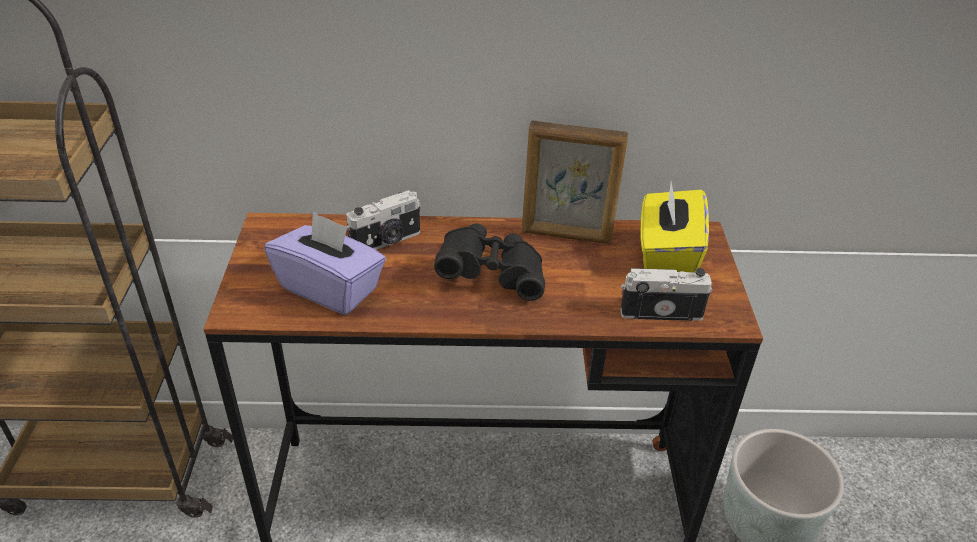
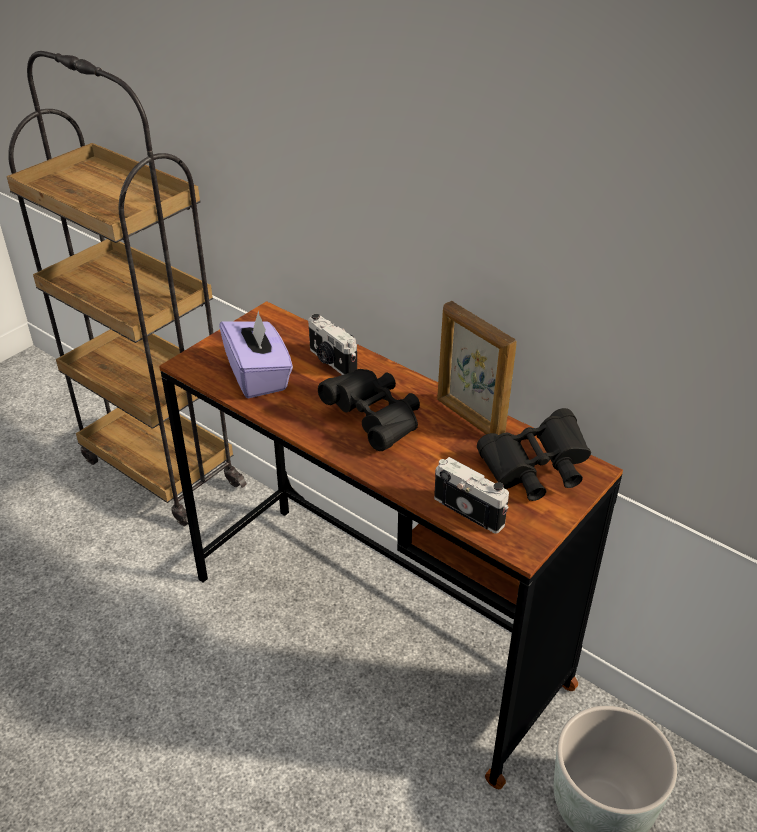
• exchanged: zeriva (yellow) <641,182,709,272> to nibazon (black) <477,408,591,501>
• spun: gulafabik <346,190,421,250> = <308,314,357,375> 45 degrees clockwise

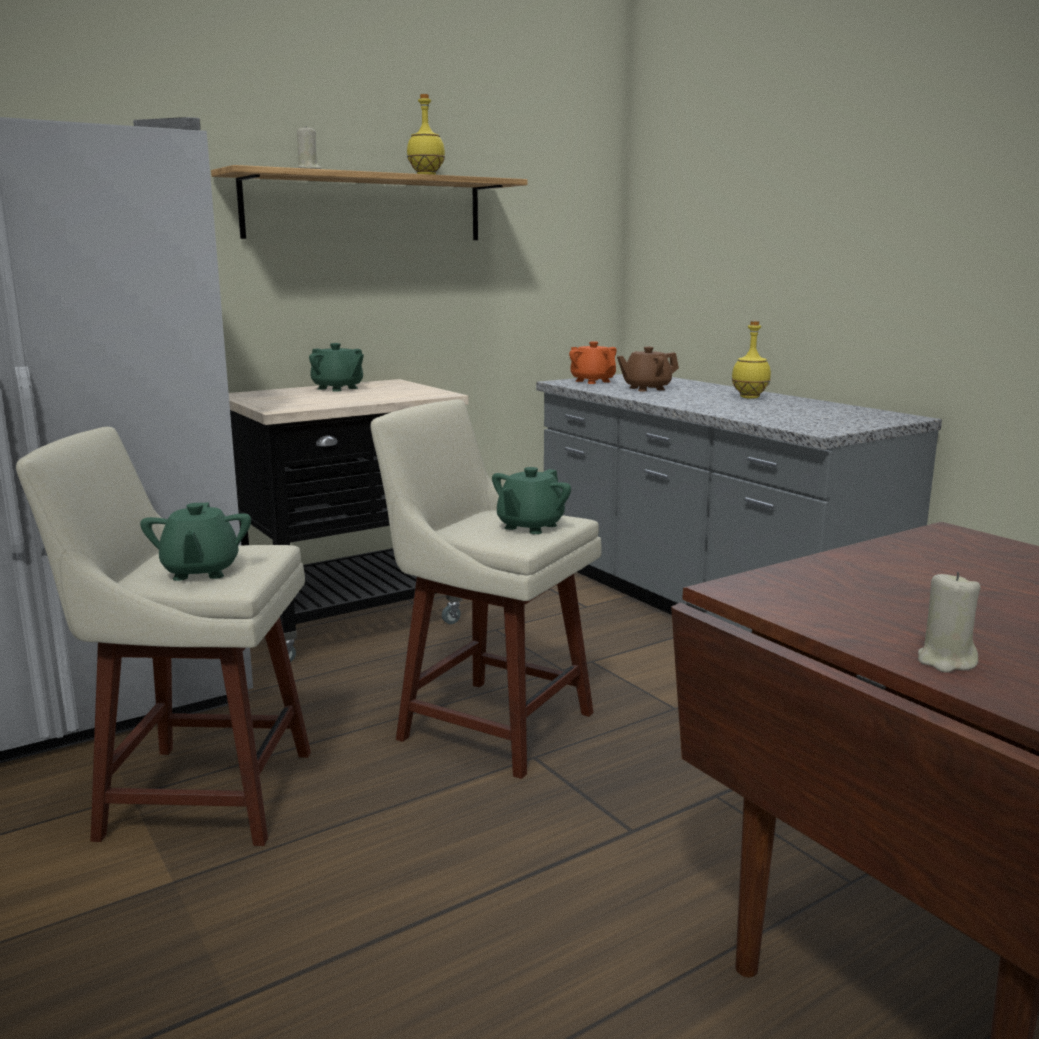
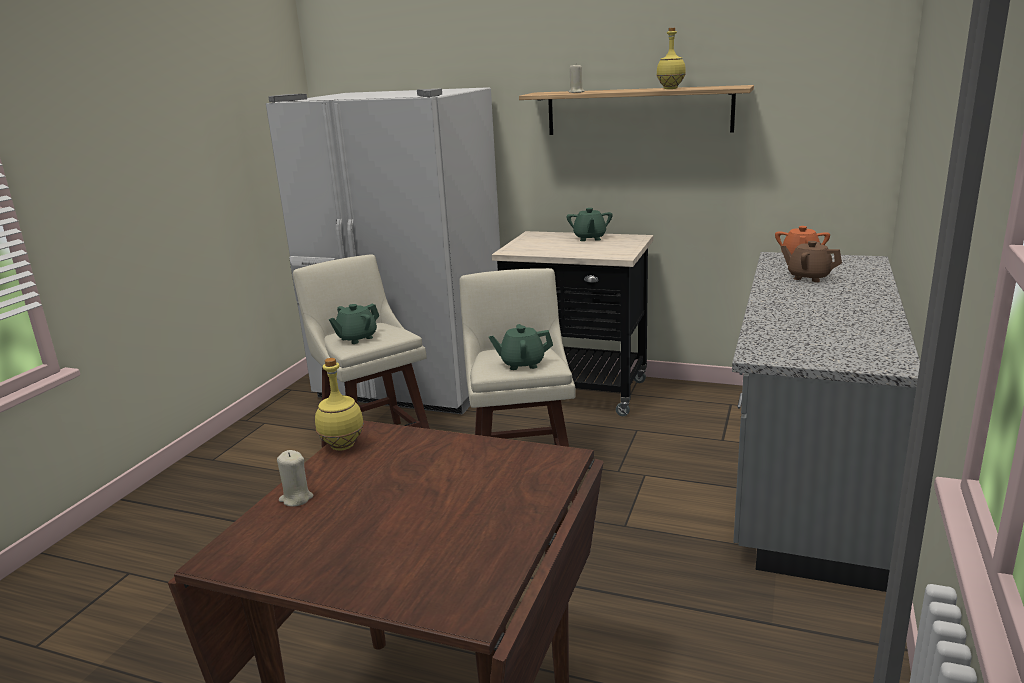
• relocated: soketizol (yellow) <731,321,771,399> to <315,358,364,450>

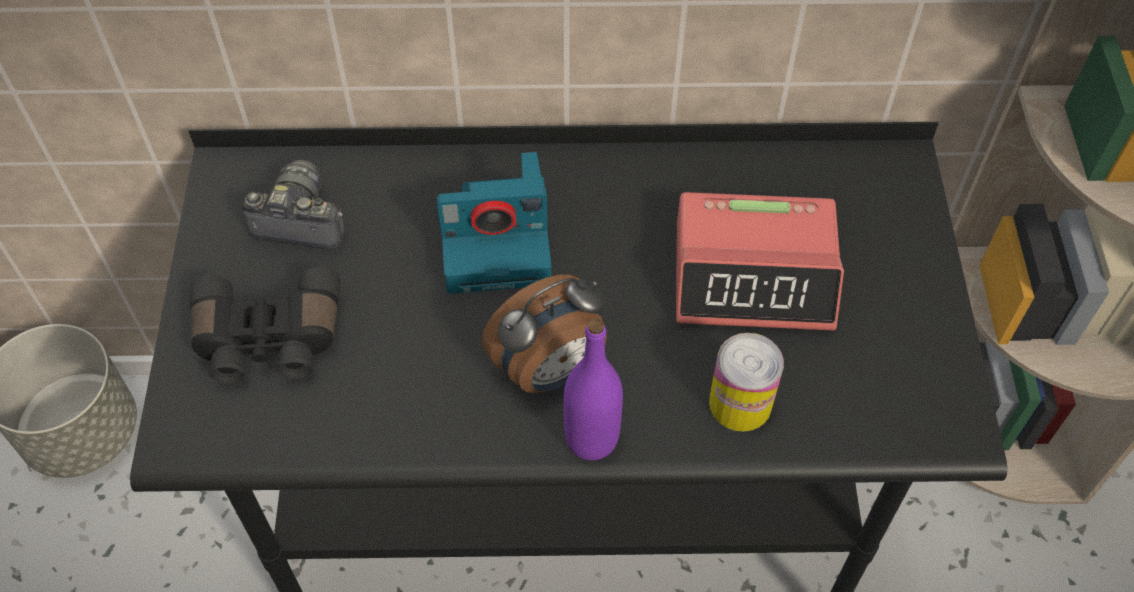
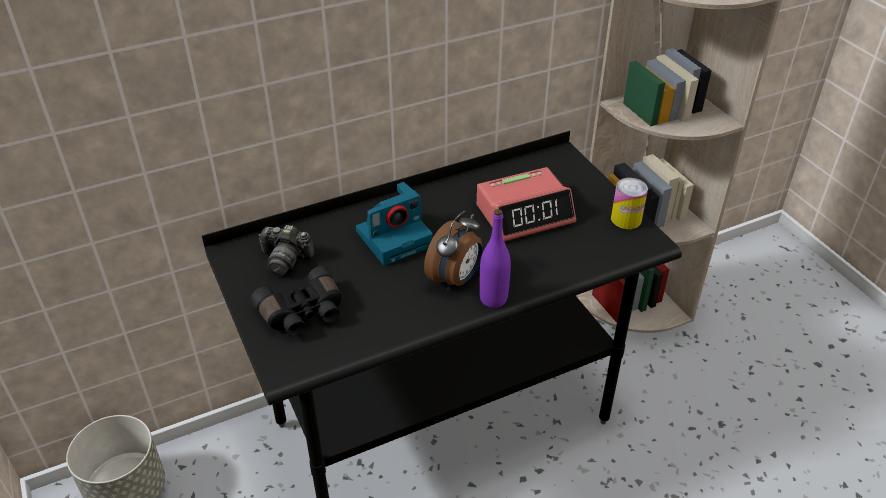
• spun: gulafabik <242,160,344,249> = <259,225,314,276> 150 degrees counterclockwise
• relocated: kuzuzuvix <709,333,784,432> to <611,178,648,229>

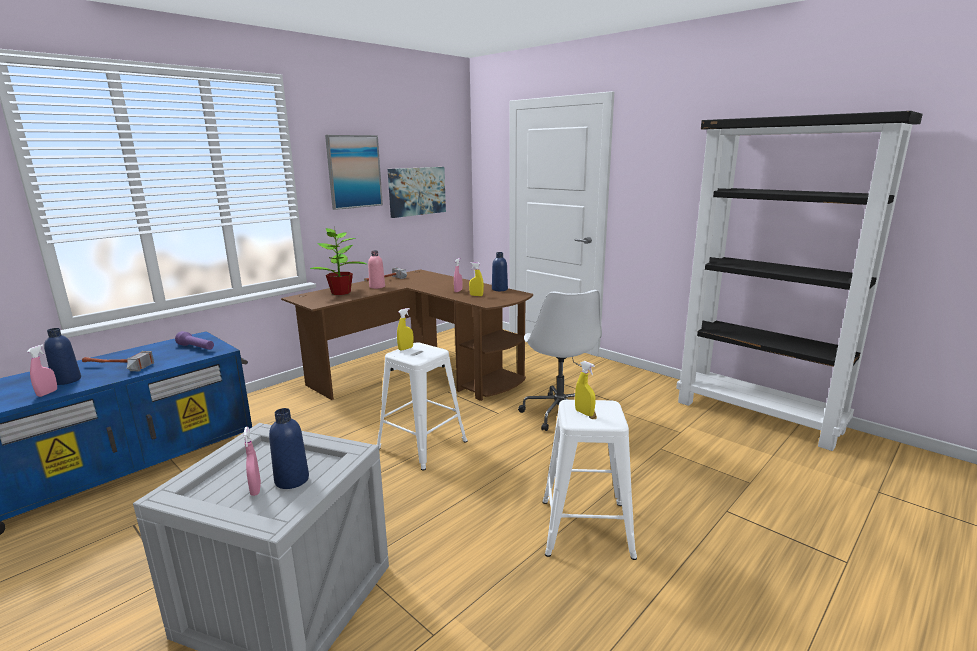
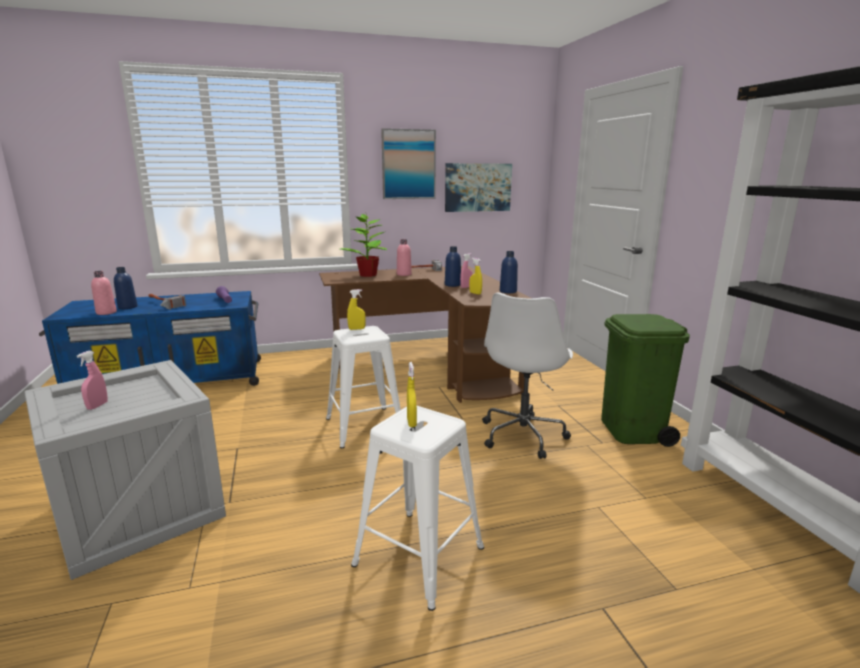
• exchanged: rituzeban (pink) <27,344,57,397> to soketizol (pink) <91,271,117,315>
• relocated: soketizol (blue) <269,408,309,489> to <445,246,461,287>
• appeared: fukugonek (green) <601,314,690,447>

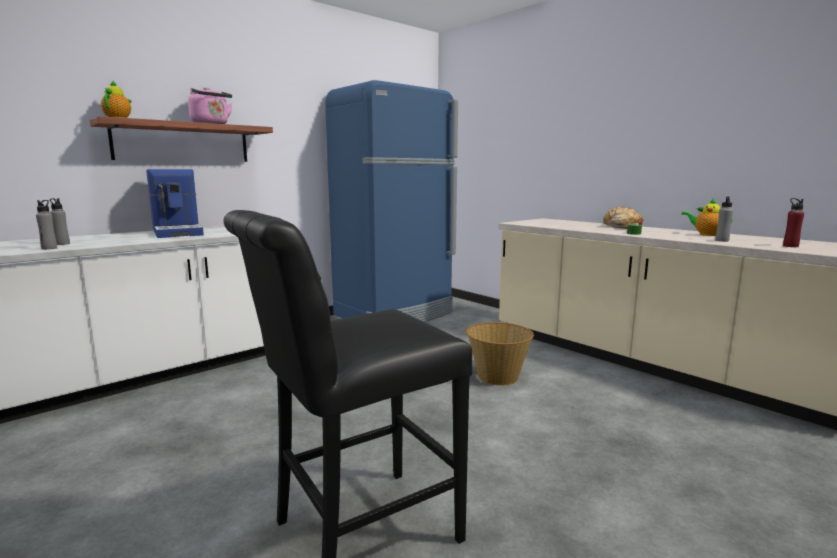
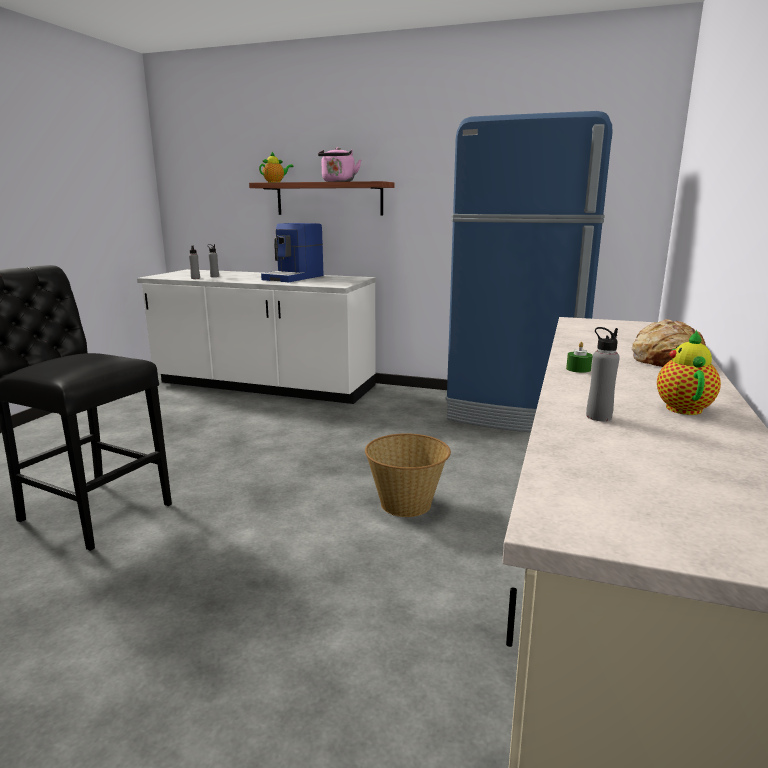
• missing: soketizol (red) <783,198,804,247>

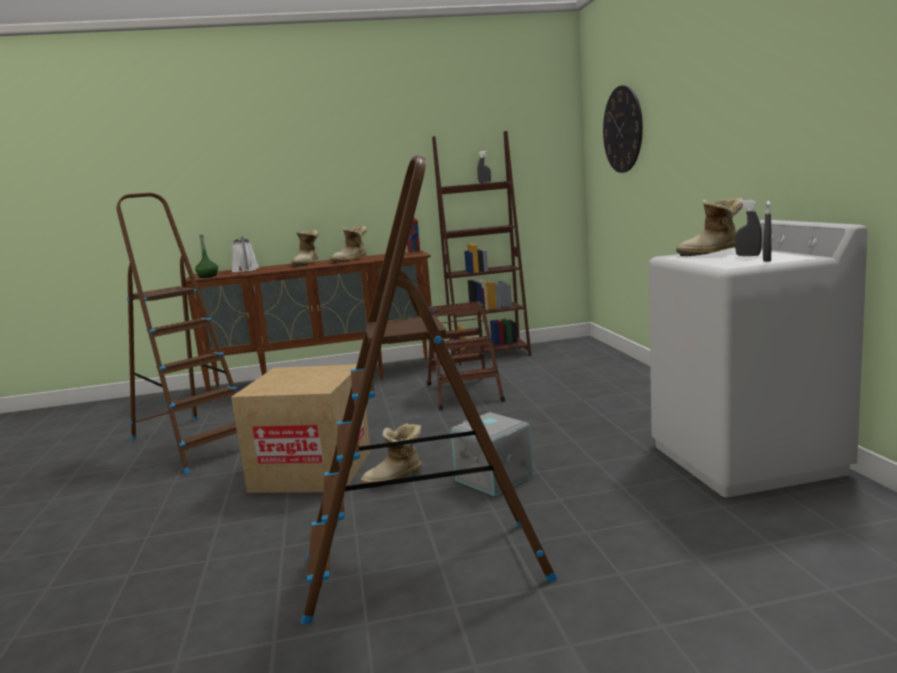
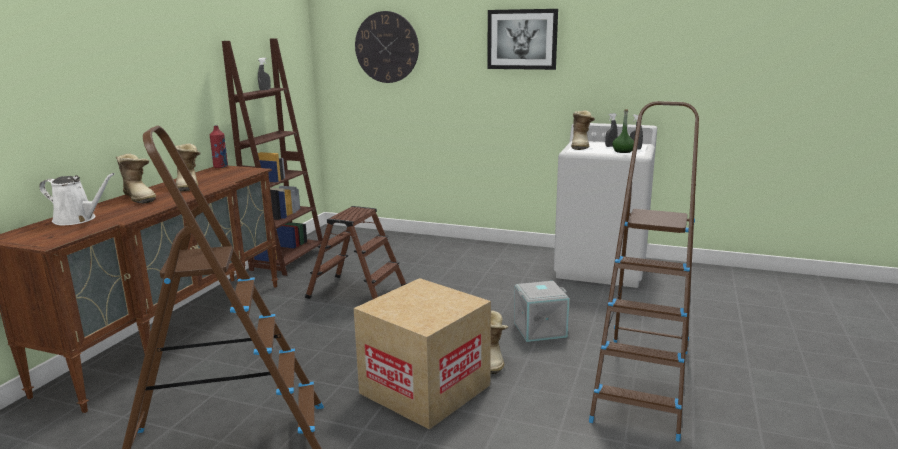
• relocated: soketizol (green) <195,235,218,278> to <612,109,634,153>
• appeared: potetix <487,9,558,70>

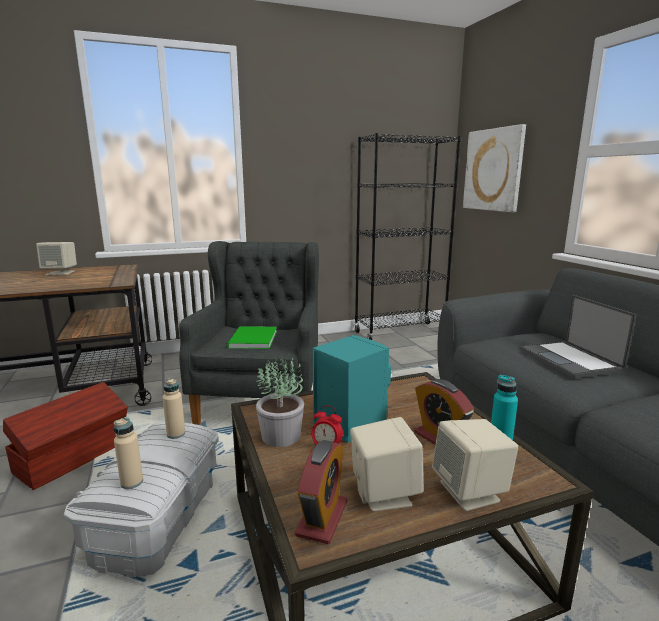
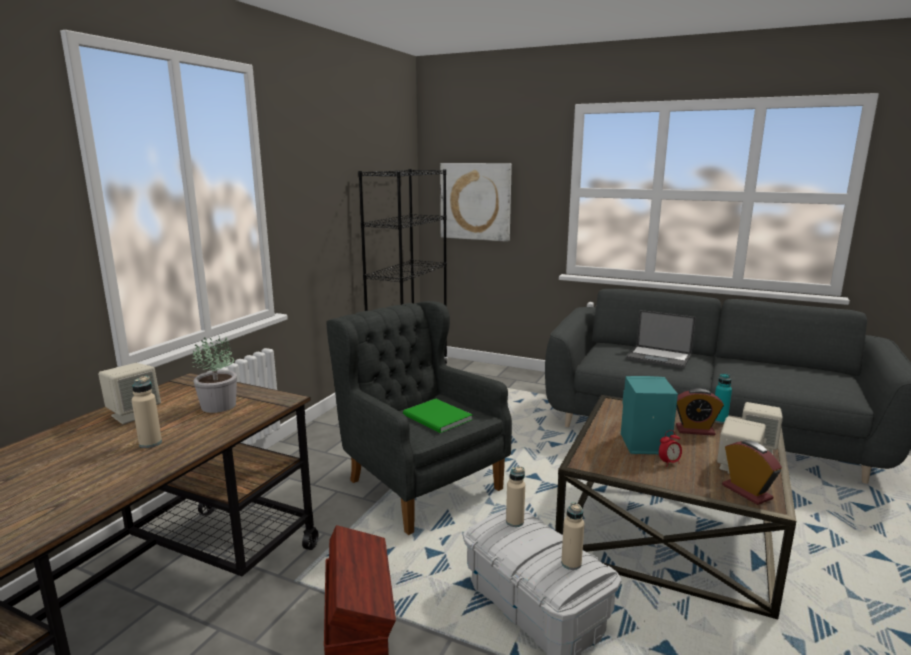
• relocated: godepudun <256,354,304,447> to <192,335,237,413>
• appeared: soketizol (beige) <132,376,162,448>

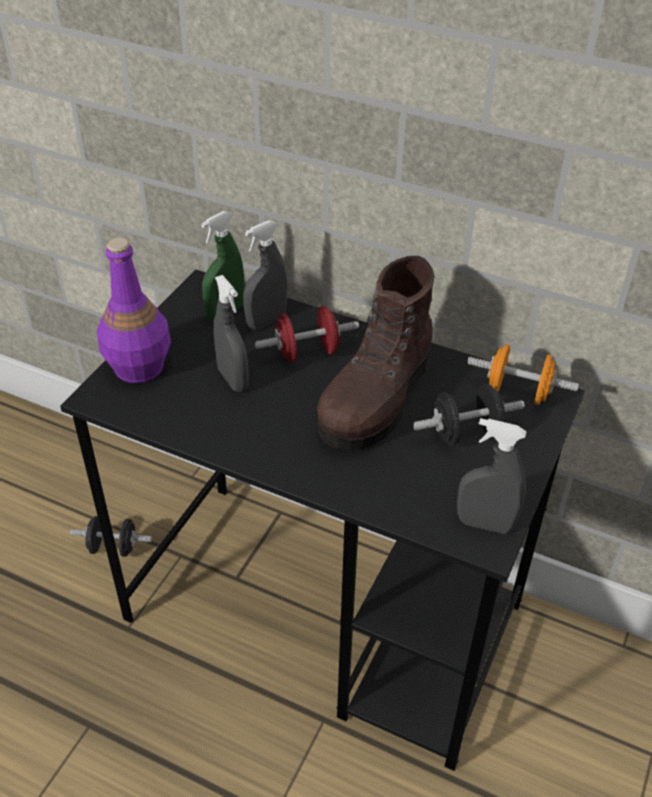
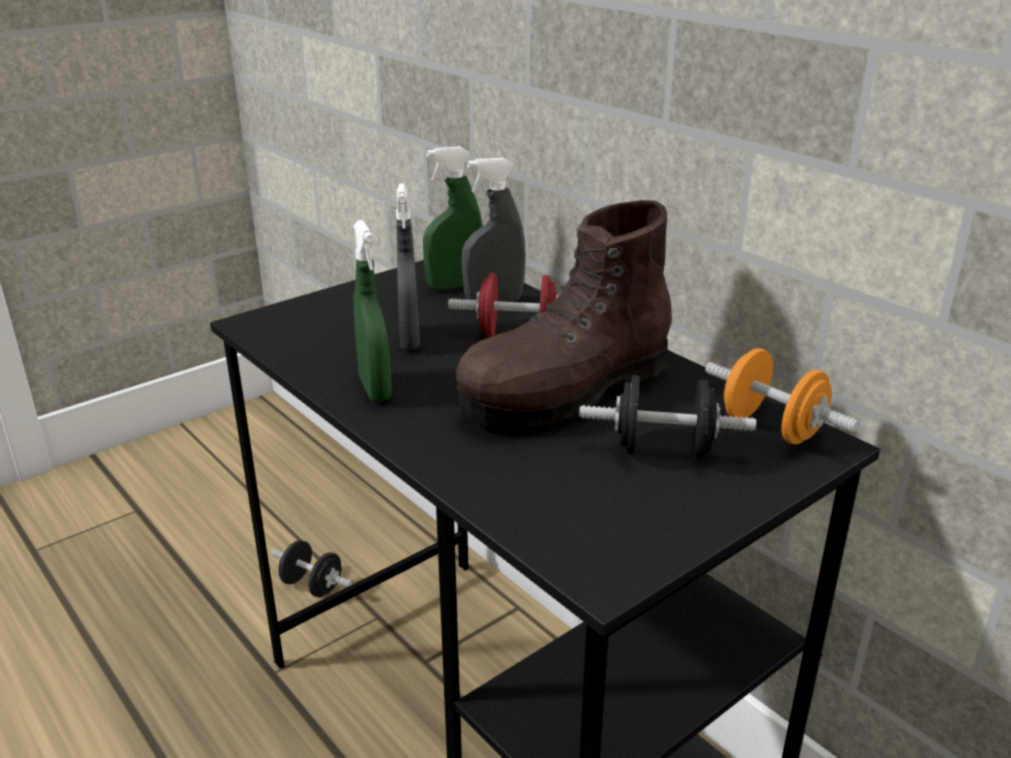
• missing: soketizol (purple) <97,238,171,383>
• missing: rituzeban (grey) <457,418,527,534>
• appeared: rituzeban (green) <353,220,392,402>

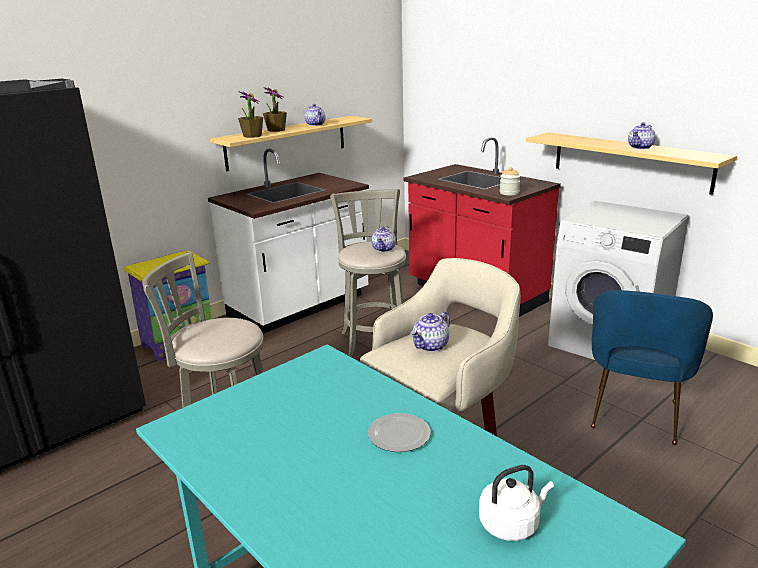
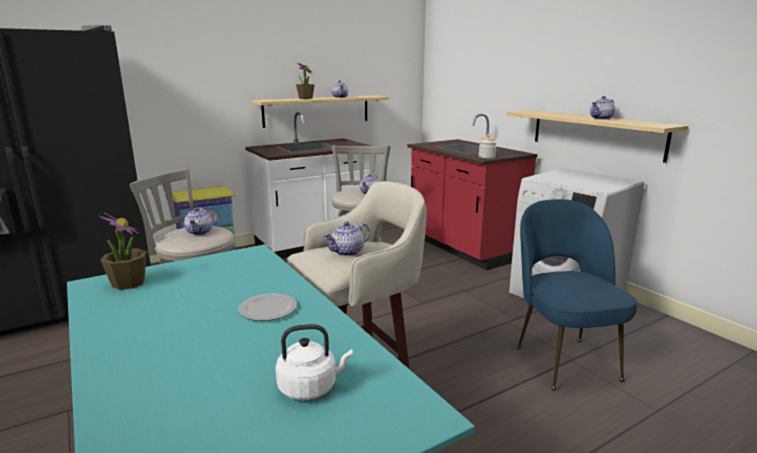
• relocated: godepudun <238,91,263,138> to <100,213,147,290>
• spun: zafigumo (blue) <591,290,713,445> = <517,199,637,391> 135 degrees clockwise
• appeared: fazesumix <184,207,213,235>

